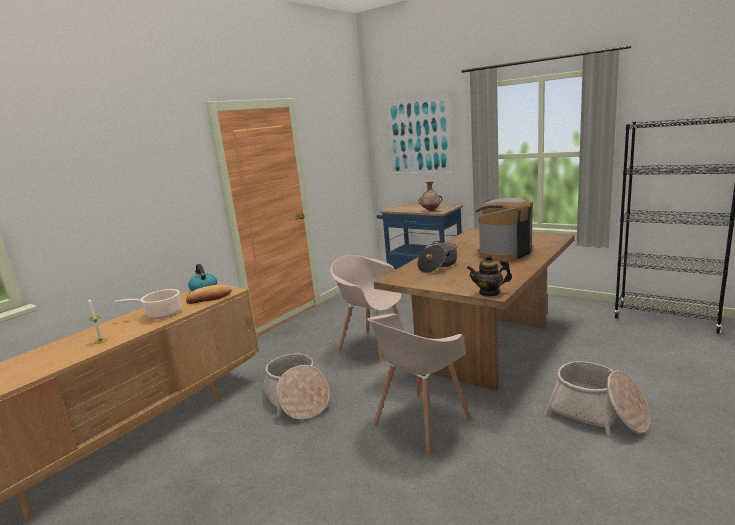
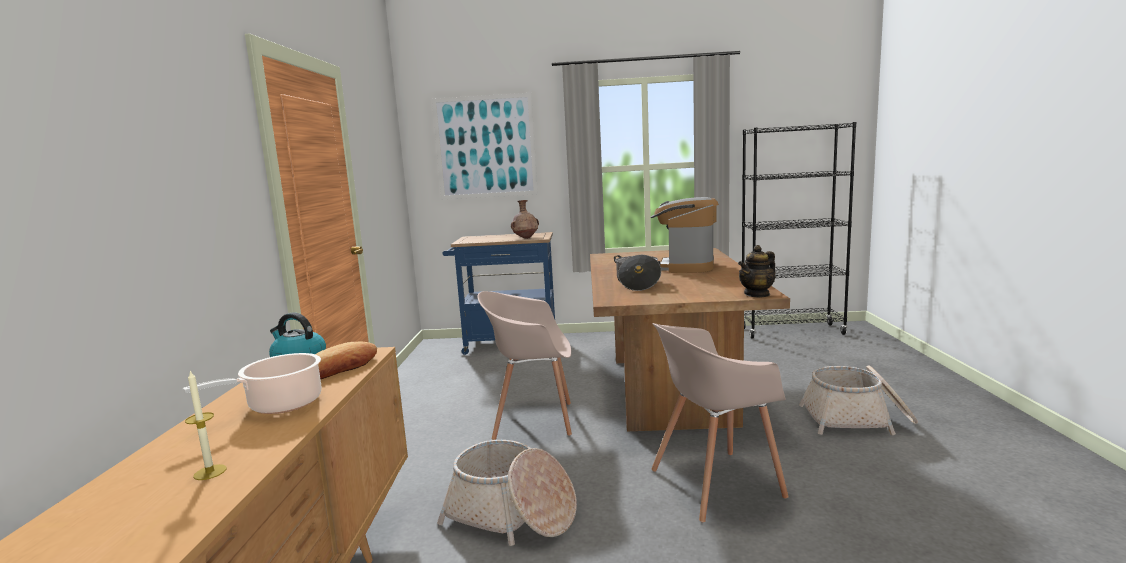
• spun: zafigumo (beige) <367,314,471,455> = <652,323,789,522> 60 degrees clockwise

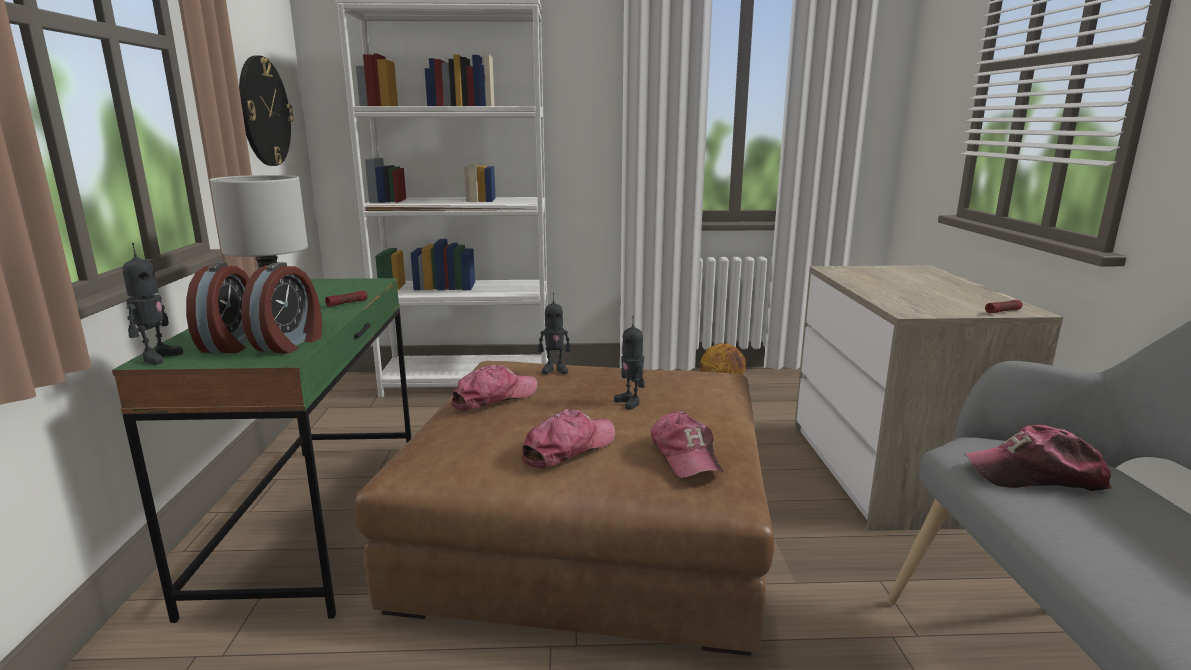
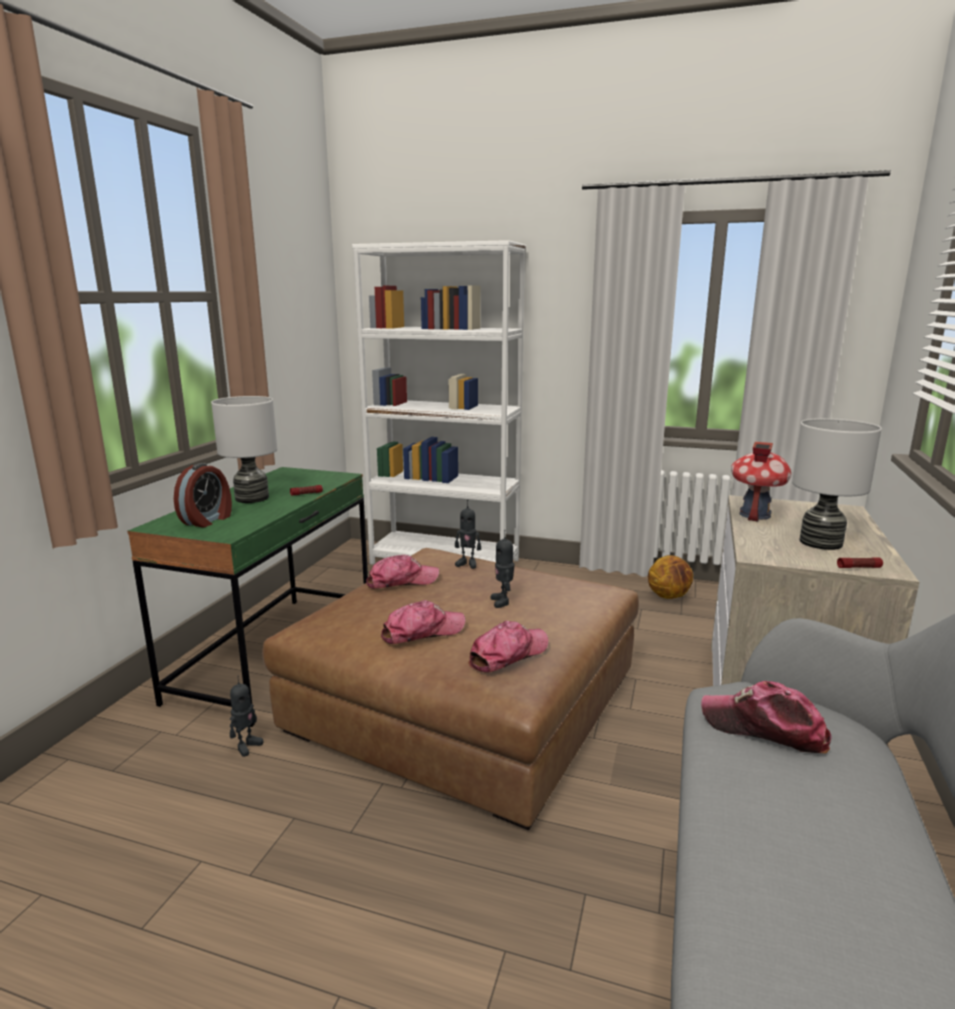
• missing: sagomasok <239,56,294,166>
• relocated: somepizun <123,243,183,365> to <230,676,264,757>
• missing: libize <241,262,322,354>
• spun: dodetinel <651,411,723,478> = <468,621,549,672> 135 degrees counterclockwise
• appeared: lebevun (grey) <792,418,882,550>
• appeared: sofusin <731,442,791,522>

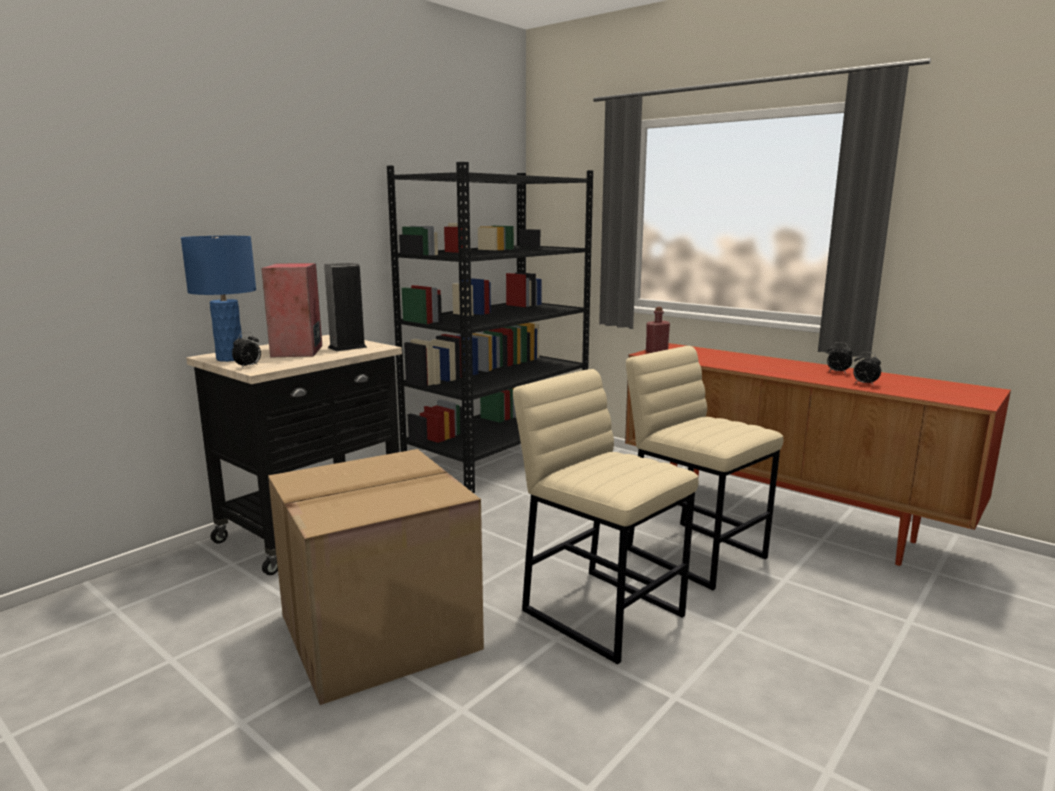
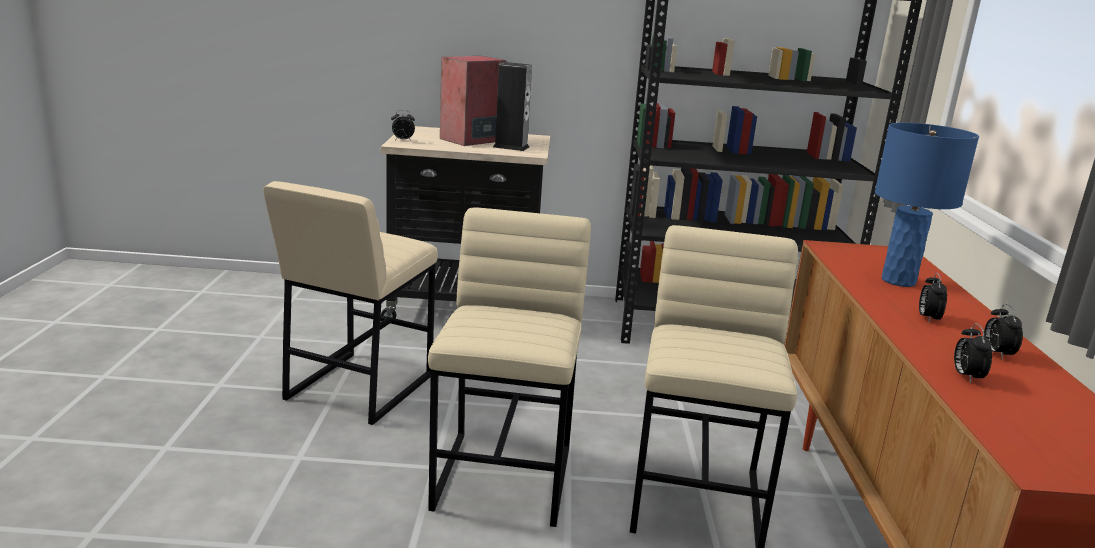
• relocated: lebevun (blue) <181,236,256,362> to <875,123,979,287>
• missing: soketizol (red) <646,307,670,353>
• exchanged: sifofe <268,449,484,705> to zafigumo (beige) <263,181,438,425>
• appeared: libize <919,273,947,323>

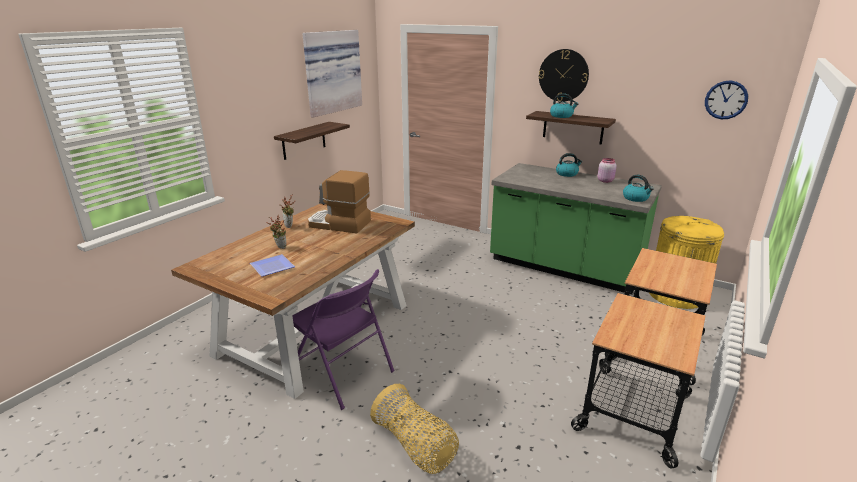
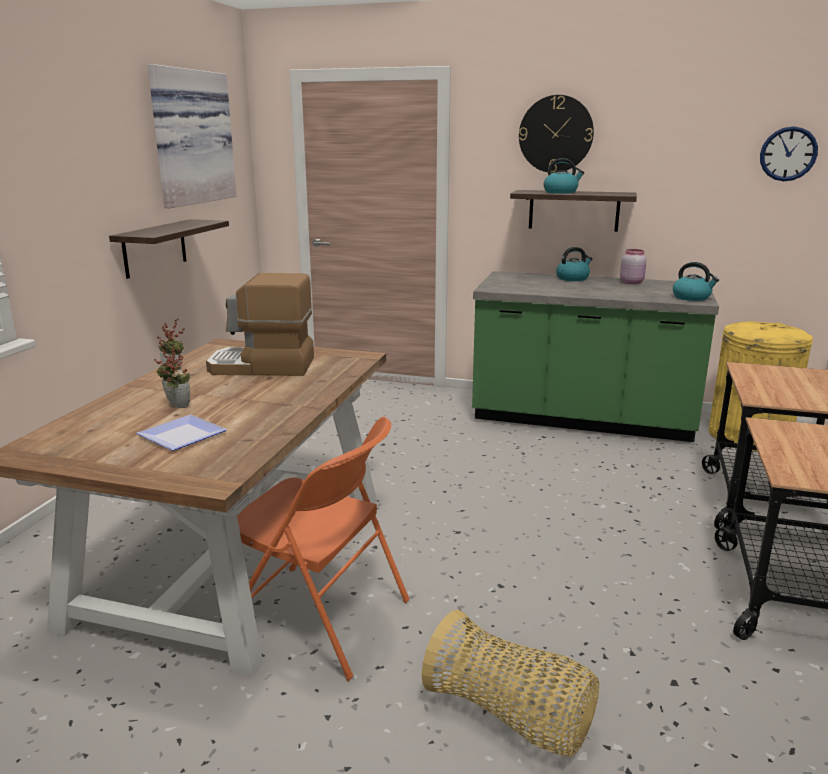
• colour: zafigumo (purple) <292,269,395,411> to zafigumo (orange) <237,417,410,682>

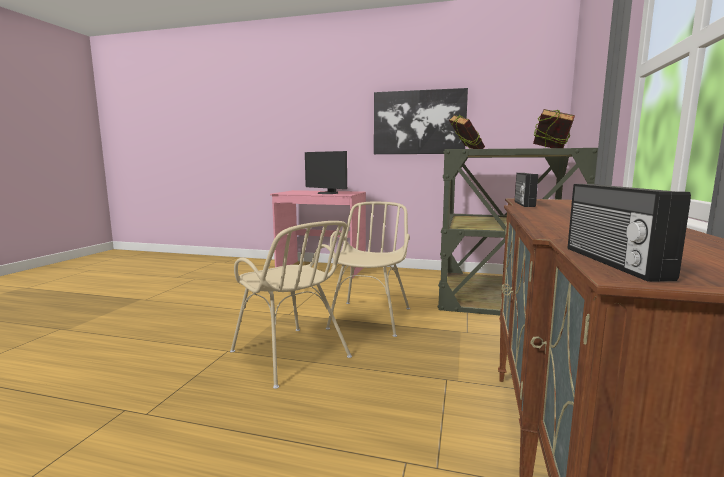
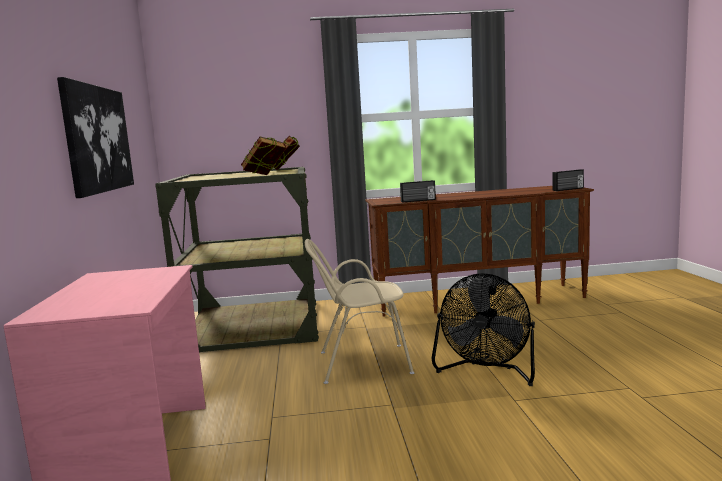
• missing: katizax <305,151,347,194>
• exchanged: zafigumo (beige) <230,221,352,389> to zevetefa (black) <432,273,535,386>

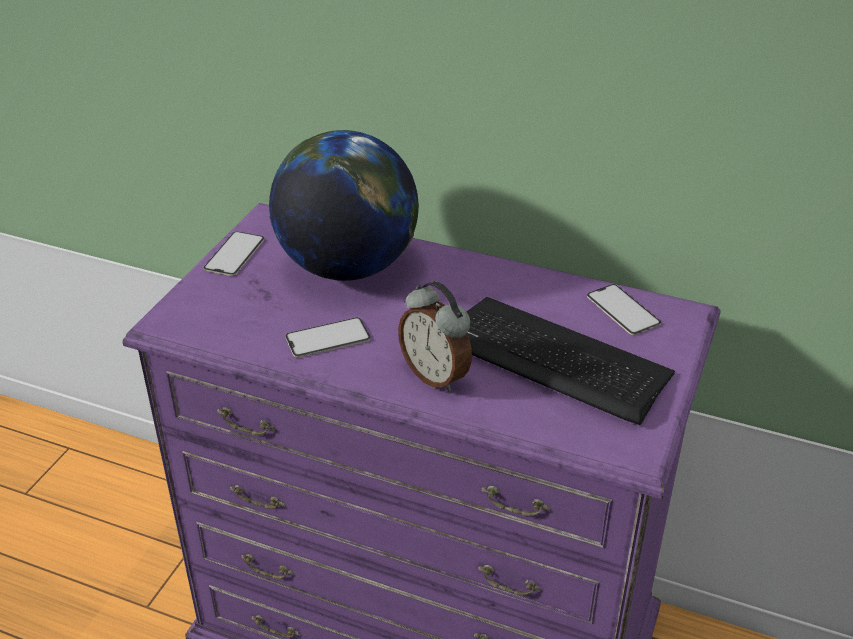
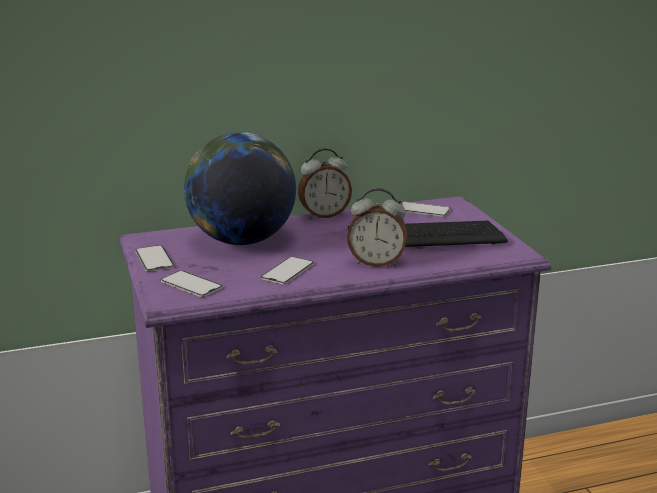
• appeared: libize <298,148,352,219>
• appeared: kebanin <160,270,223,297>

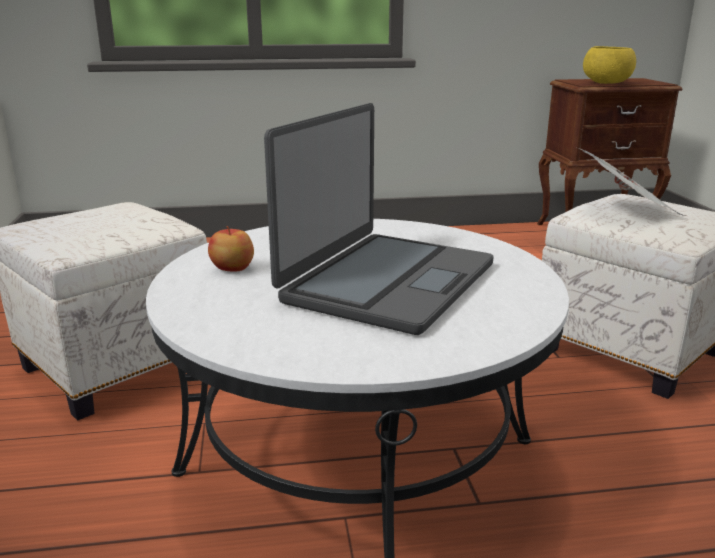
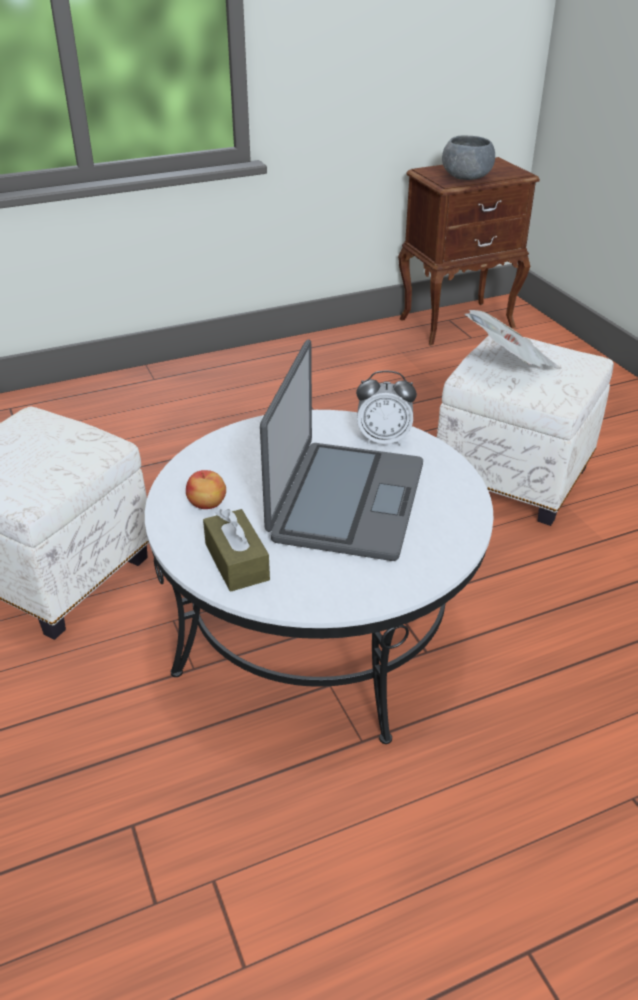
• colour: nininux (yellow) <583,46,636,84> to nininux (grey) <442,136,495,180>
• appeared: libize <356,370,417,446>
• appeared: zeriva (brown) <203,509,270,592>

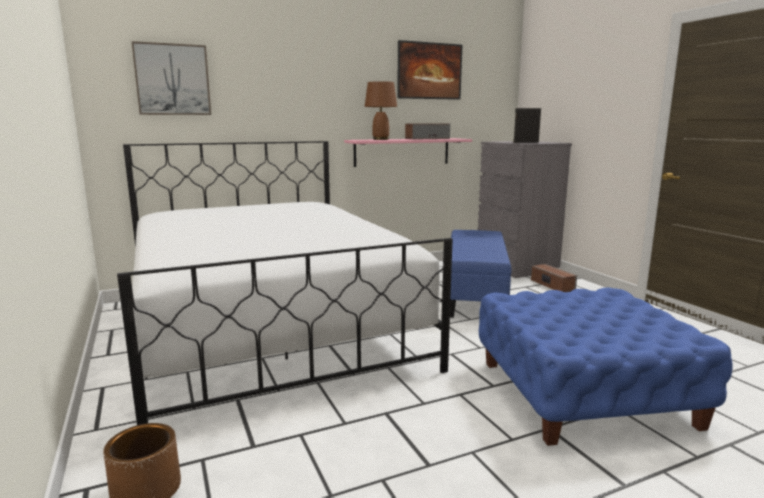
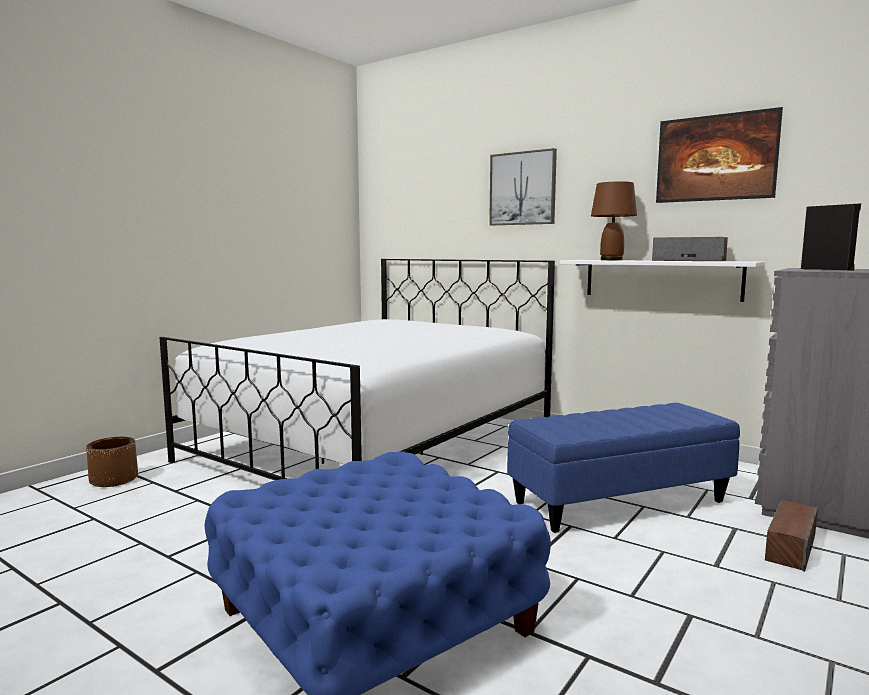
• relocated: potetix <131,41,211,115> to <489,148,557,225>
• colour: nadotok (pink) <344,138,472,167> to nadotok (white) <560,260,764,302>

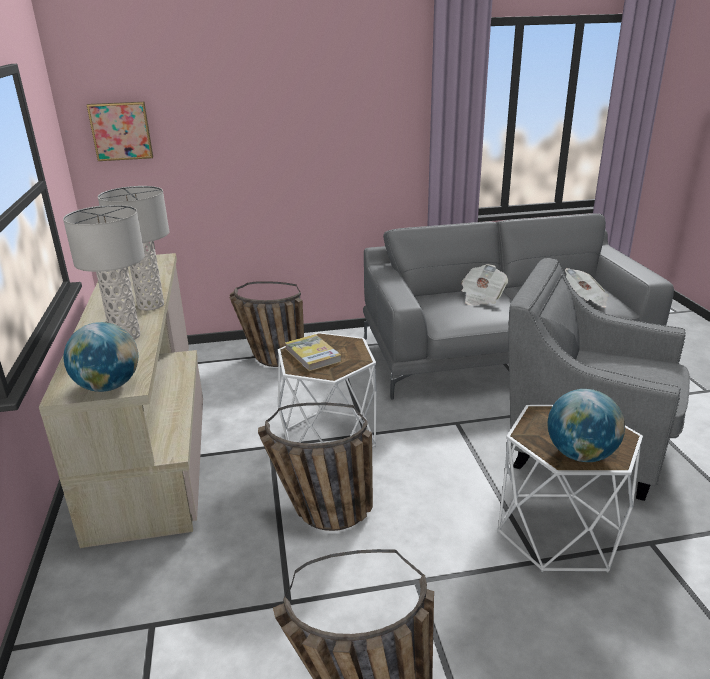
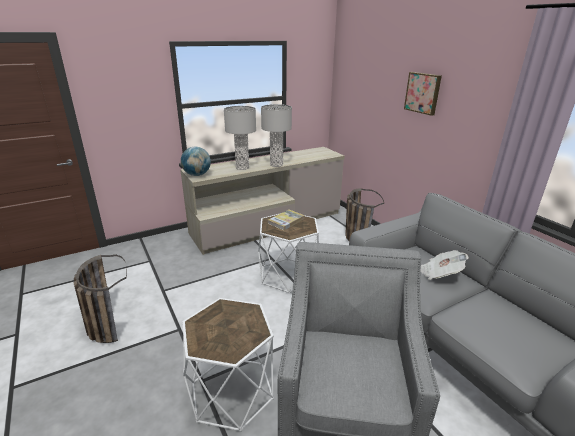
• relocated: potetix <87,102,153,161> to <404,72,442,116>
• missing: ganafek <565,268,609,307>
• missing: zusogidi <548,389,625,462>
• missing: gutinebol <258,403,373,531>

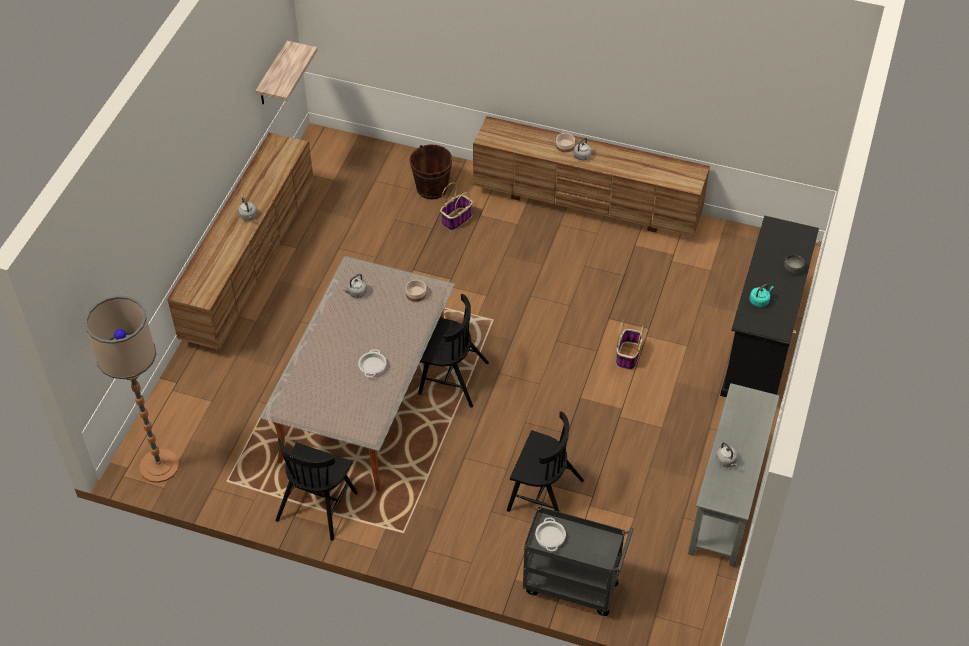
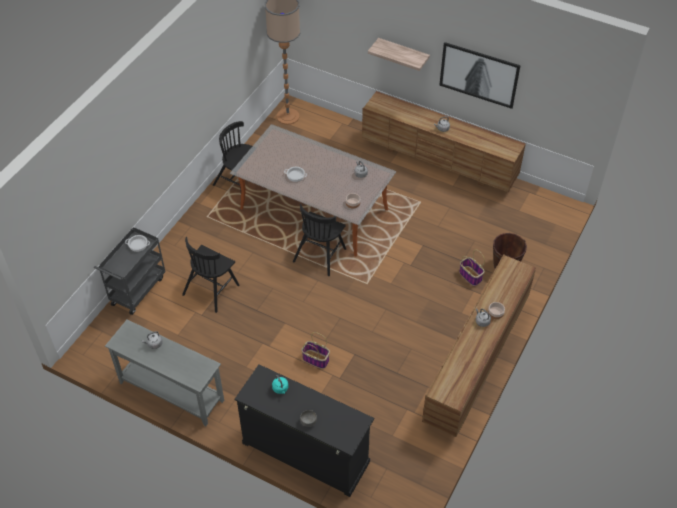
• relocated: nadotok <255,41,318,104> to <368,38,430,71>
• appeared: potetix <439,42,521,109>

